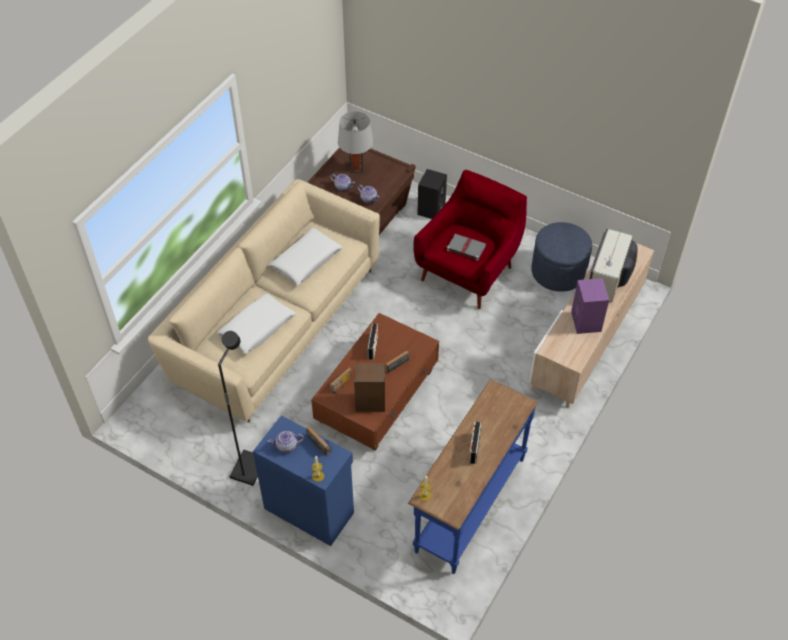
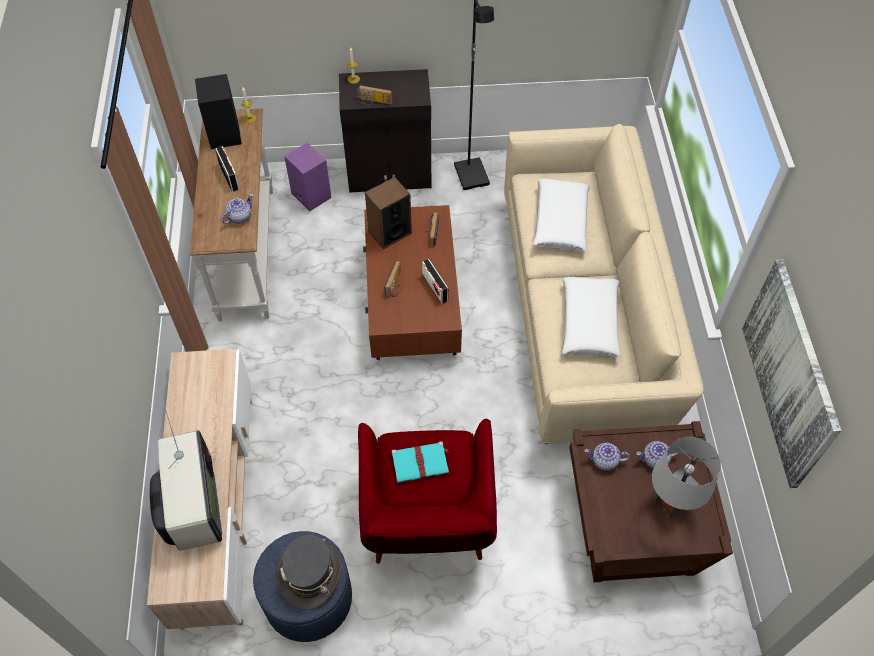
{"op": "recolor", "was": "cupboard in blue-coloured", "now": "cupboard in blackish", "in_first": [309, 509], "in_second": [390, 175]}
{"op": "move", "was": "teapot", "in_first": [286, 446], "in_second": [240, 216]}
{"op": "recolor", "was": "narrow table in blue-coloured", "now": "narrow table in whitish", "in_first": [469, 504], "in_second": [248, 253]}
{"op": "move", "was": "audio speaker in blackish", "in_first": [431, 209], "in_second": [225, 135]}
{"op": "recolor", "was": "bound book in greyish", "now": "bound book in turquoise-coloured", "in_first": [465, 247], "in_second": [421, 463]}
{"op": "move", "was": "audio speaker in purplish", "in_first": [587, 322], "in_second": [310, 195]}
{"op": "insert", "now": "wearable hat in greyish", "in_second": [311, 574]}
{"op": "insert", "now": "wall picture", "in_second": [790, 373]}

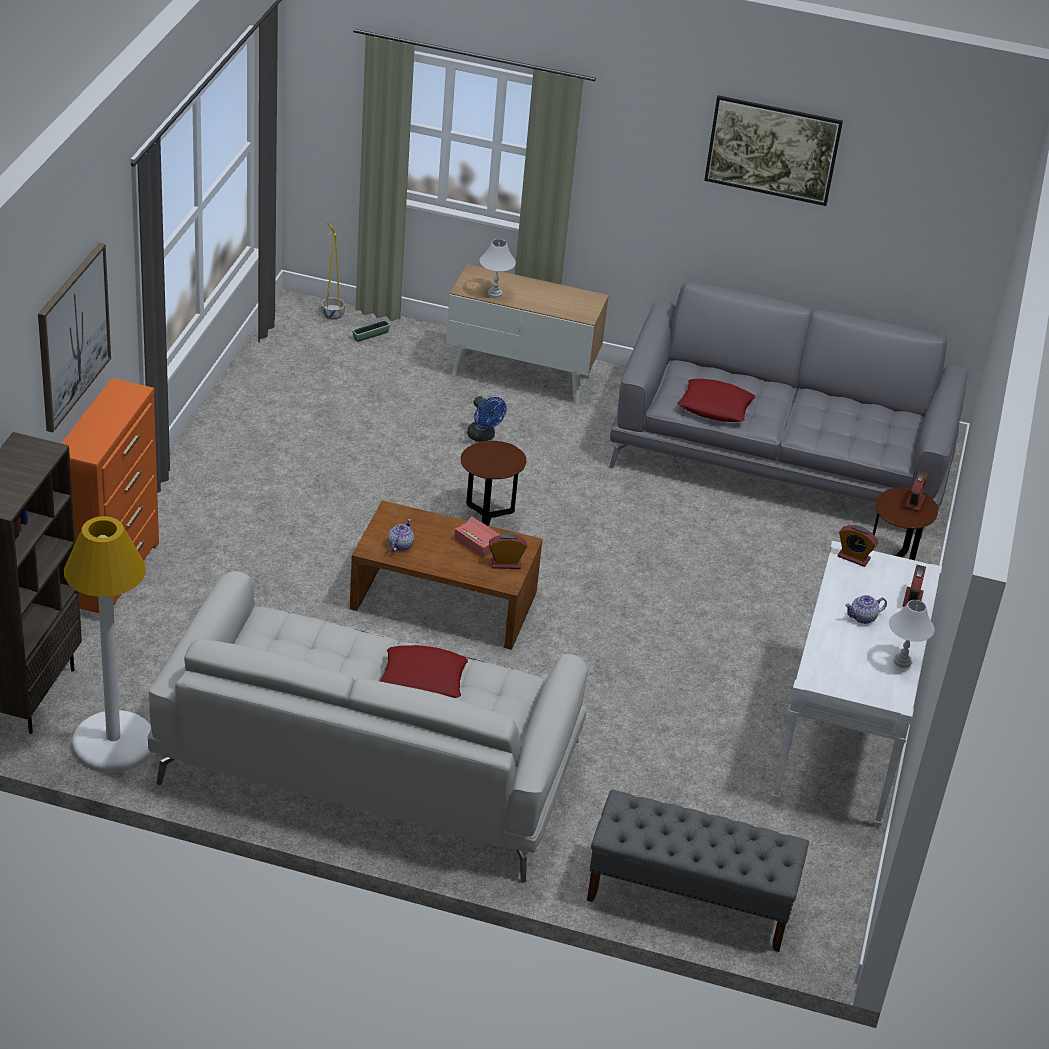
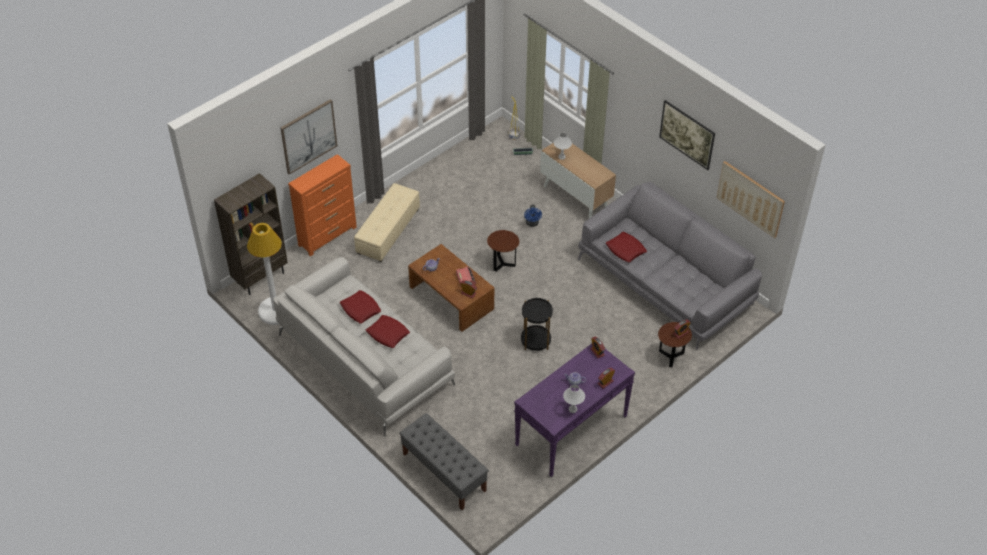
{"op": "recolor", "was": "narrow table in whitish", "now": "narrow table in purplish", "in_first": [843, 738], "in_second": [571, 431]}
{"op": "insert", "now": "pillow in red-coloured", "in_second": [360, 309]}
{"op": "insert", "now": "ottoman in beige-coloured", "in_second": [388, 231]}
{"op": "insert", "now": "accent table in blackish", "in_second": [535, 340]}
{"op": "insert", "now": "wall picture", "in_second": [750, 198]}

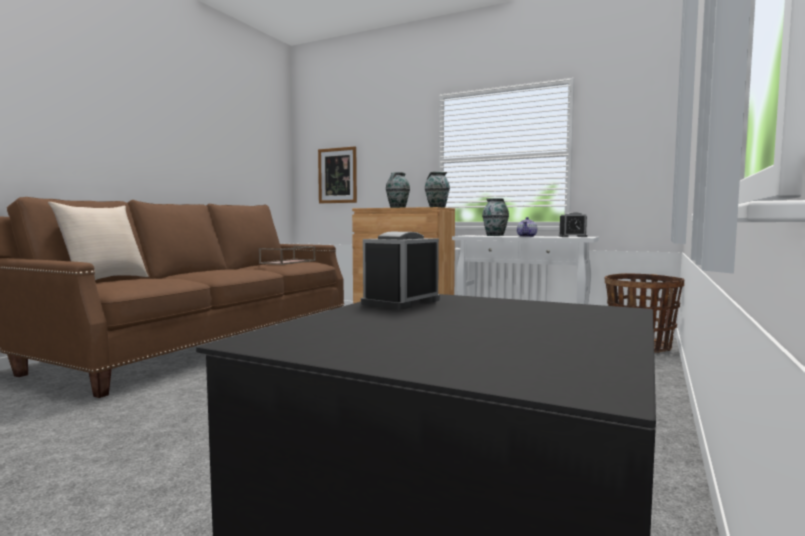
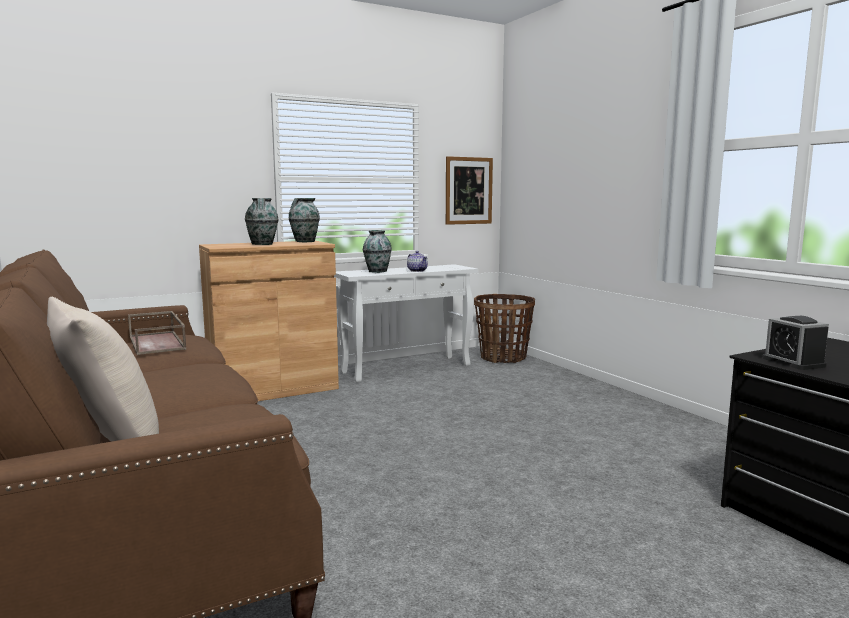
{"op": "move", "was": "wall picture", "in_first": [337, 175], "in_second": [468, 190]}
{"op": "delete", "was": "table clock", "in_first": [572, 236]}

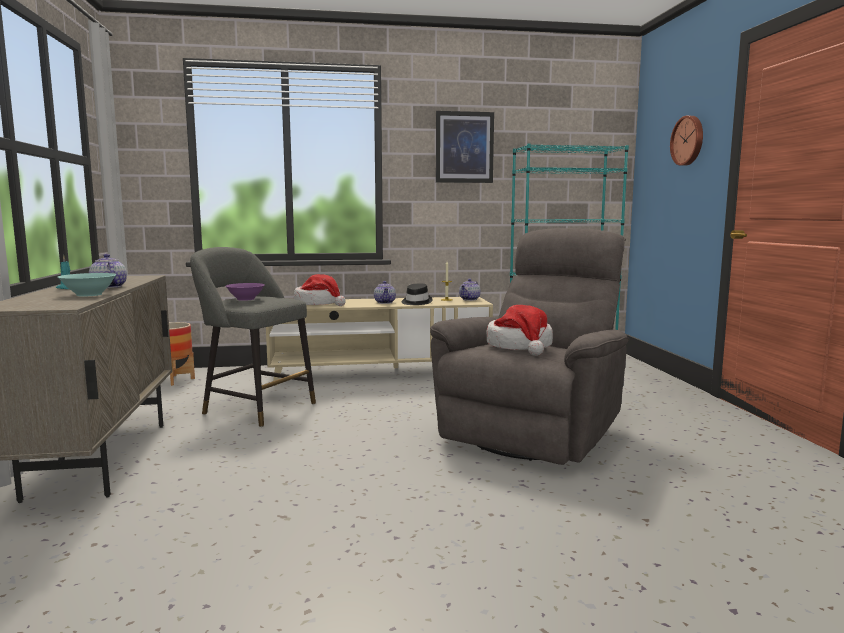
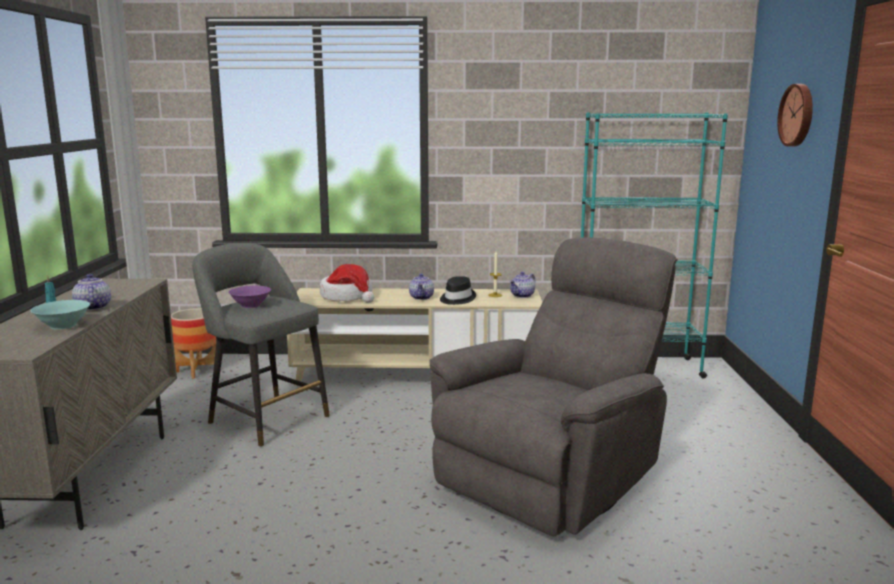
{"op": "delete", "was": "wall picture", "in_first": [464, 147]}
{"op": "delete", "was": "wearable hat", "in_first": [520, 346]}

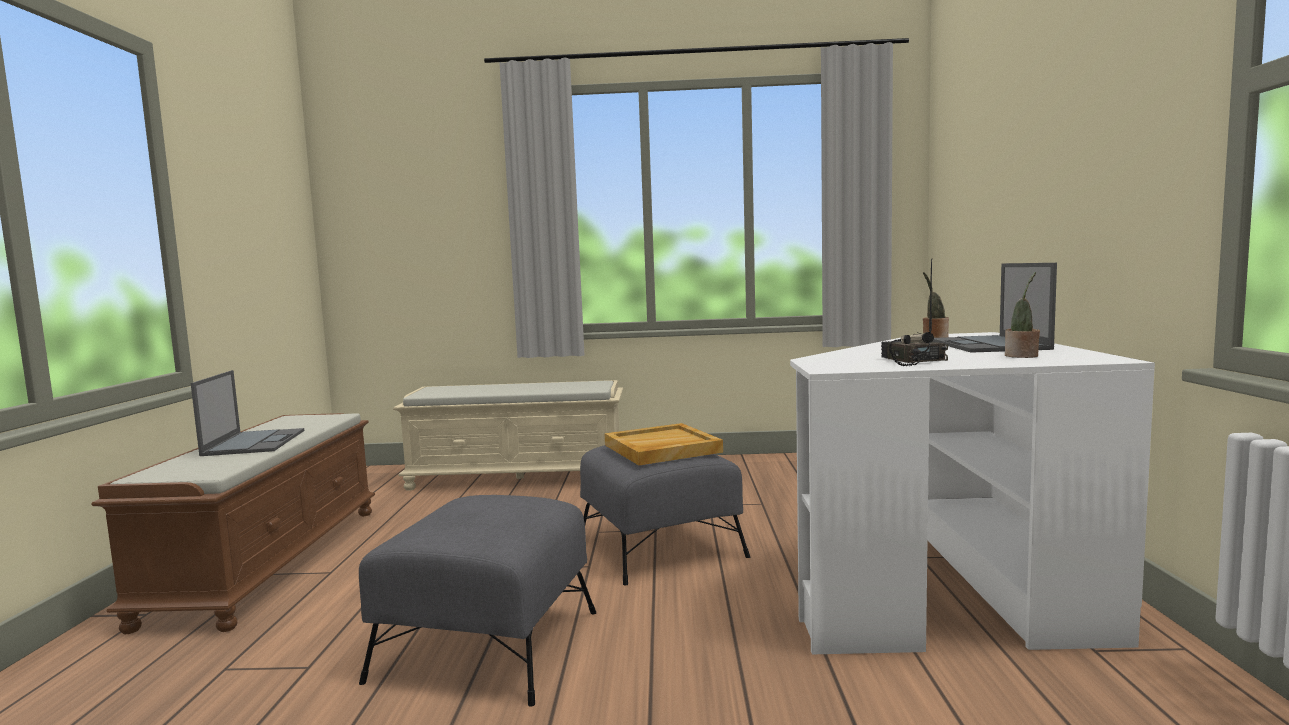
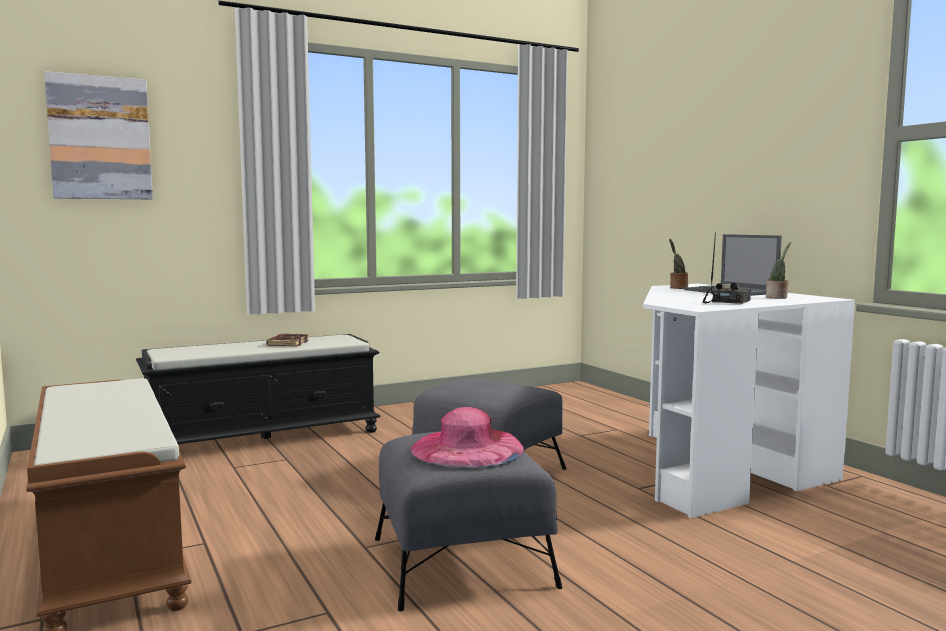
{"op": "delete", "was": "notebook computer", "in_first": [255, 442]}
{"op": "recolor", "was": "indoor bench in beige-coloured", "now": "indoor bench in blackish", "in_first": [520, 477], "in_second": [265, 437]}
{"op": "delete", "was": "tray in beige-coloured", "in_first": [661, 449]}
{"op": "rotate", "was": "radio", "in_first": [910, 361], "in_second": [726, 302], "clockwise": 75}
{"op": "insert", "now": "wall picture", "in_second": [100, 138]}
{"op": "insert", "now": "bound book in brown-coloured", "in_second": [287, 344]}
{"op": "insert", "now": "wearable hat in pink-coloured", "in_second": [467, 448]}

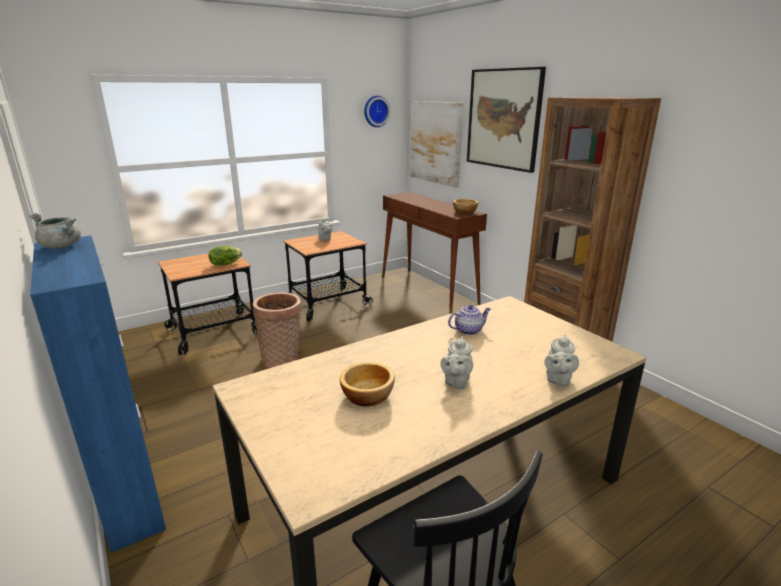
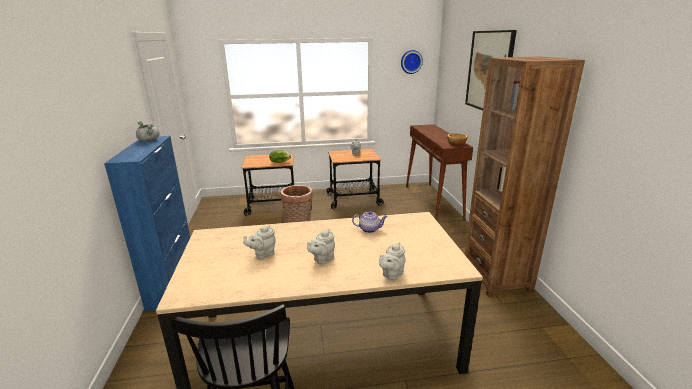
{"op": "replace", "was": "serving bowl", "now": "teapot in greyish", "in_first": [368, 395], "in_second": [263, 254]}
{"op": "delete", "was": "wall picture", "in_first": [436, 142]}

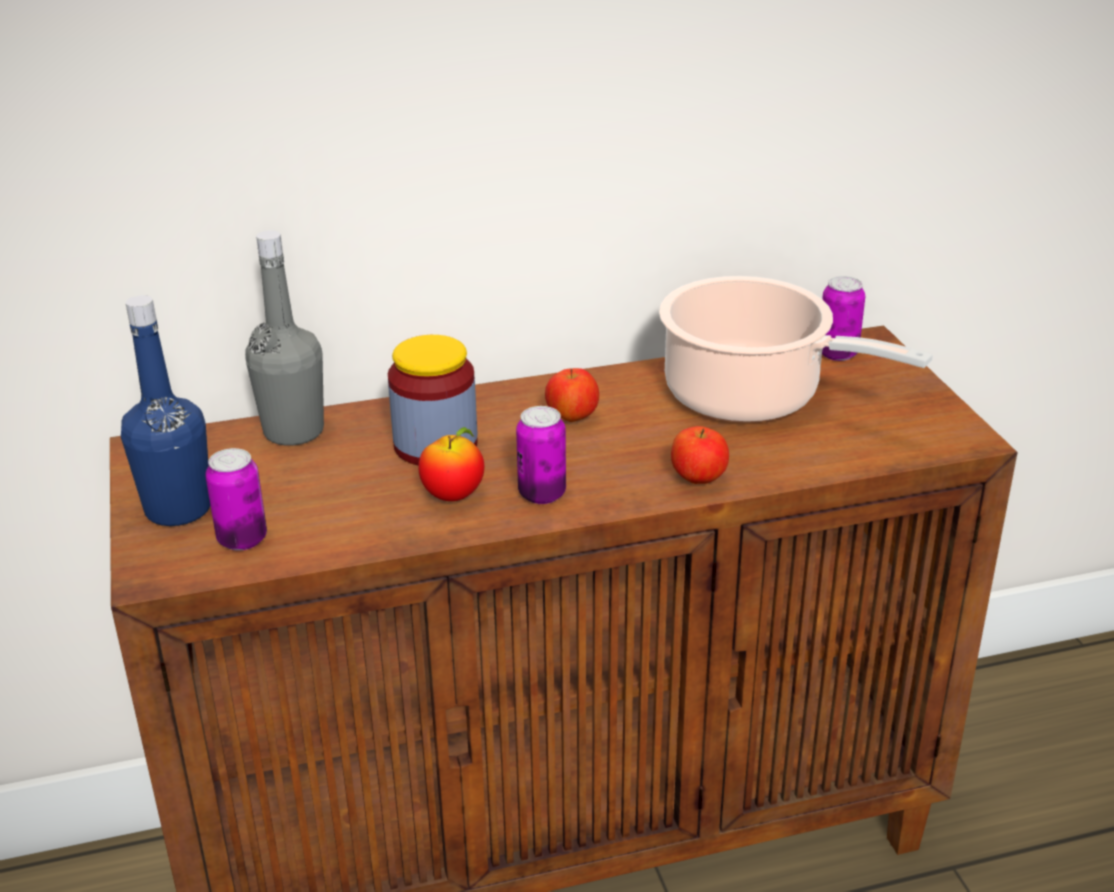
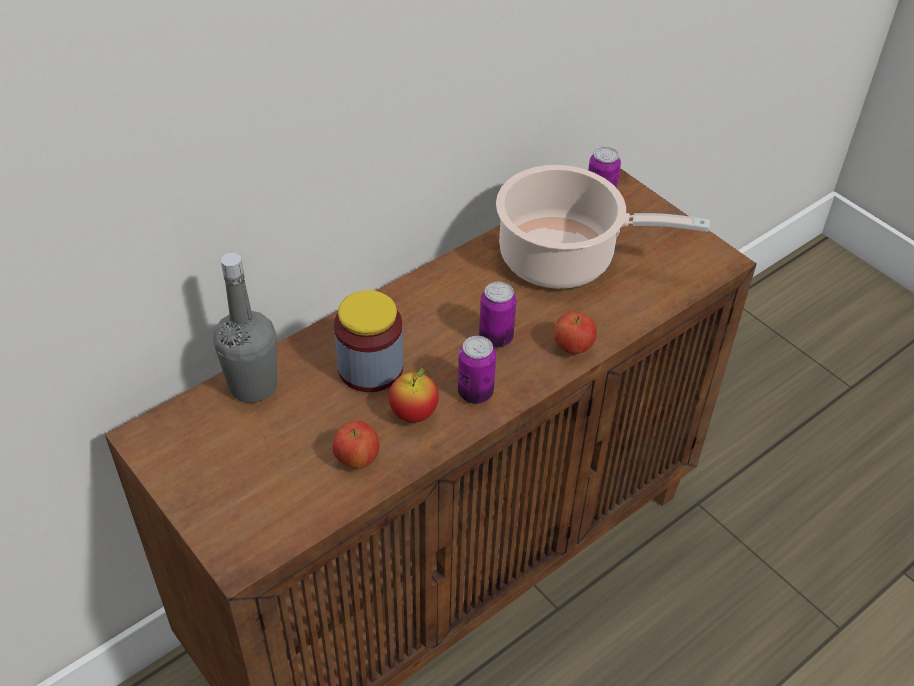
{"op": "delete", "was": "drink bottle in blue-coloured", "in_first": [178, 509]}
{"op": "move", "was": "metal can", "in_first": [242, 539], "in_second": [496, 338]}
{"op": "move", "was": "apple", "in_first": [572, 418], "in_second": [357, 459]}

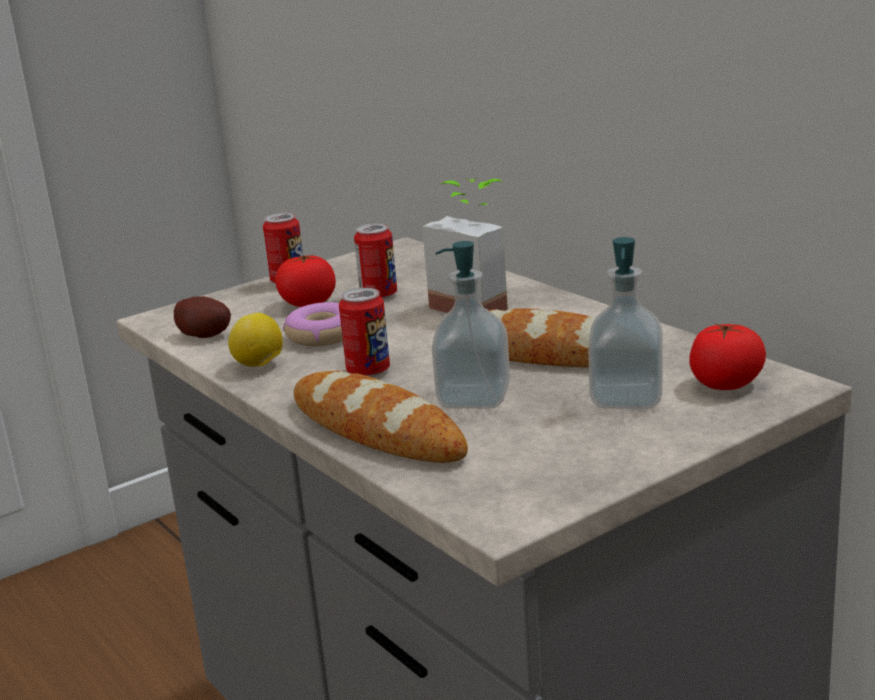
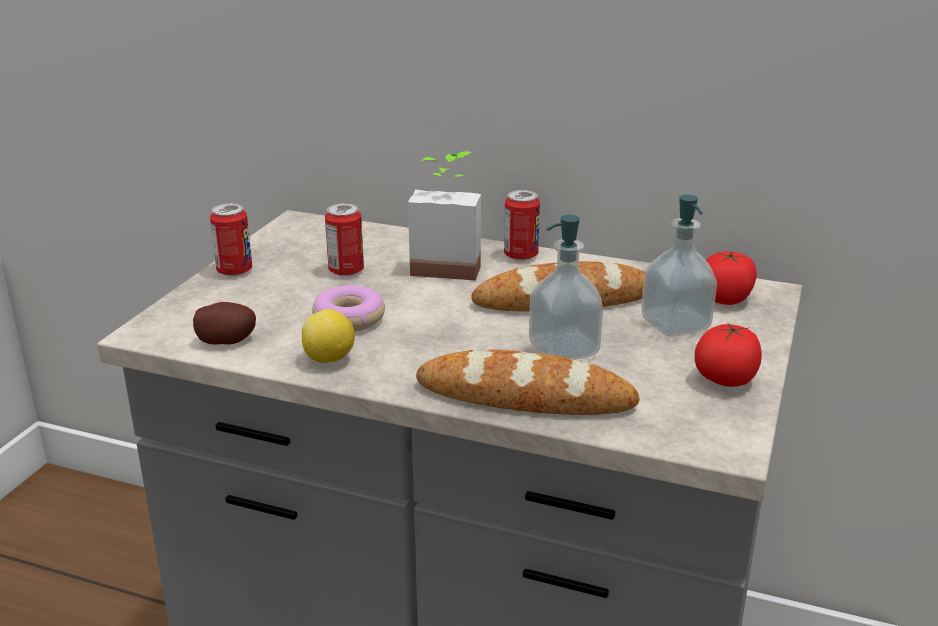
{"op": "move", "was": "fresh tomato", "in_first": [308, 303], "in_second": [725, 379]}
{"op": "move", "was": "metal can", "in_first": [368, 371], "in_second": [521, 256]}

